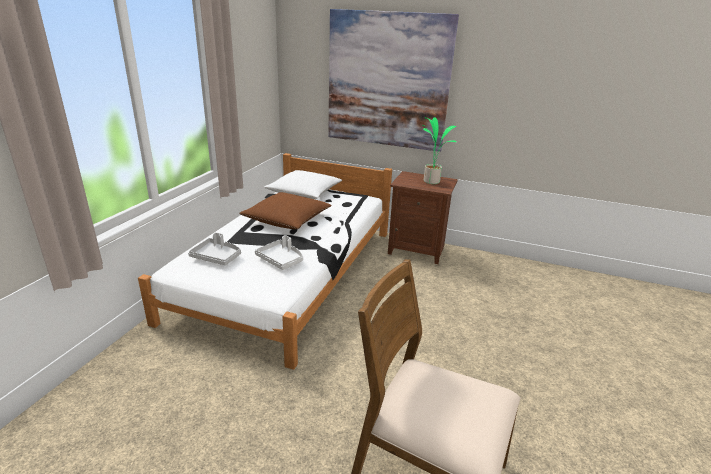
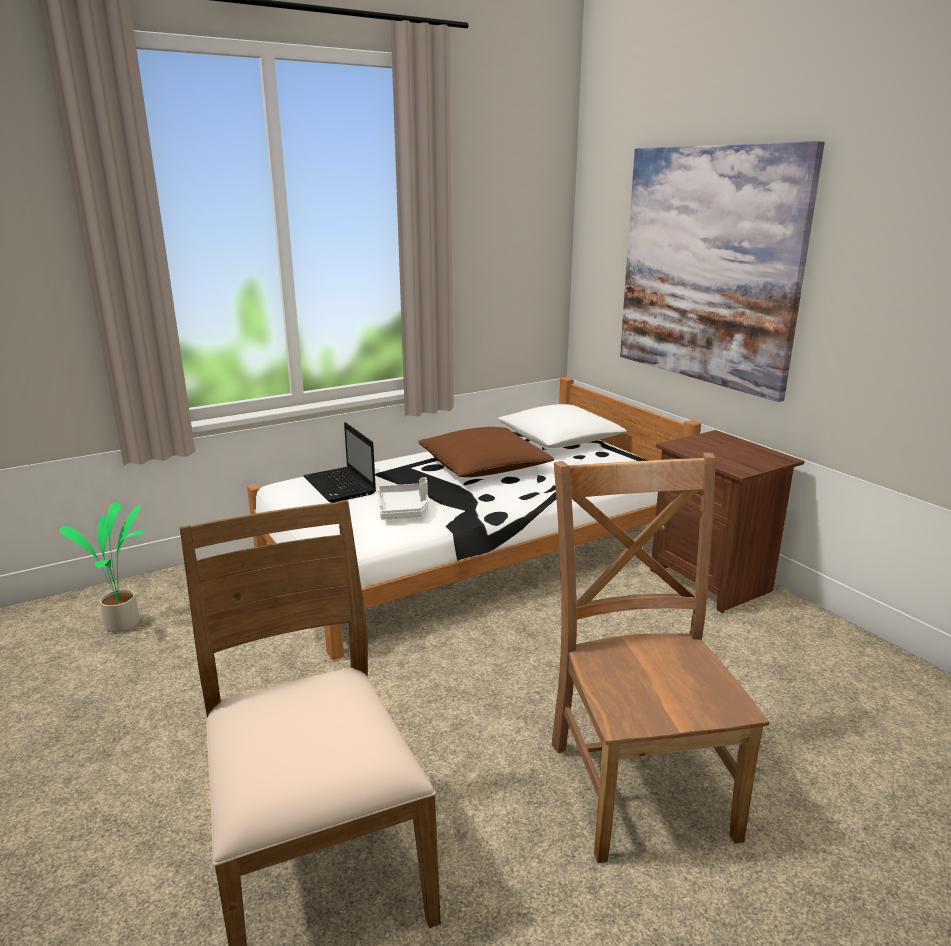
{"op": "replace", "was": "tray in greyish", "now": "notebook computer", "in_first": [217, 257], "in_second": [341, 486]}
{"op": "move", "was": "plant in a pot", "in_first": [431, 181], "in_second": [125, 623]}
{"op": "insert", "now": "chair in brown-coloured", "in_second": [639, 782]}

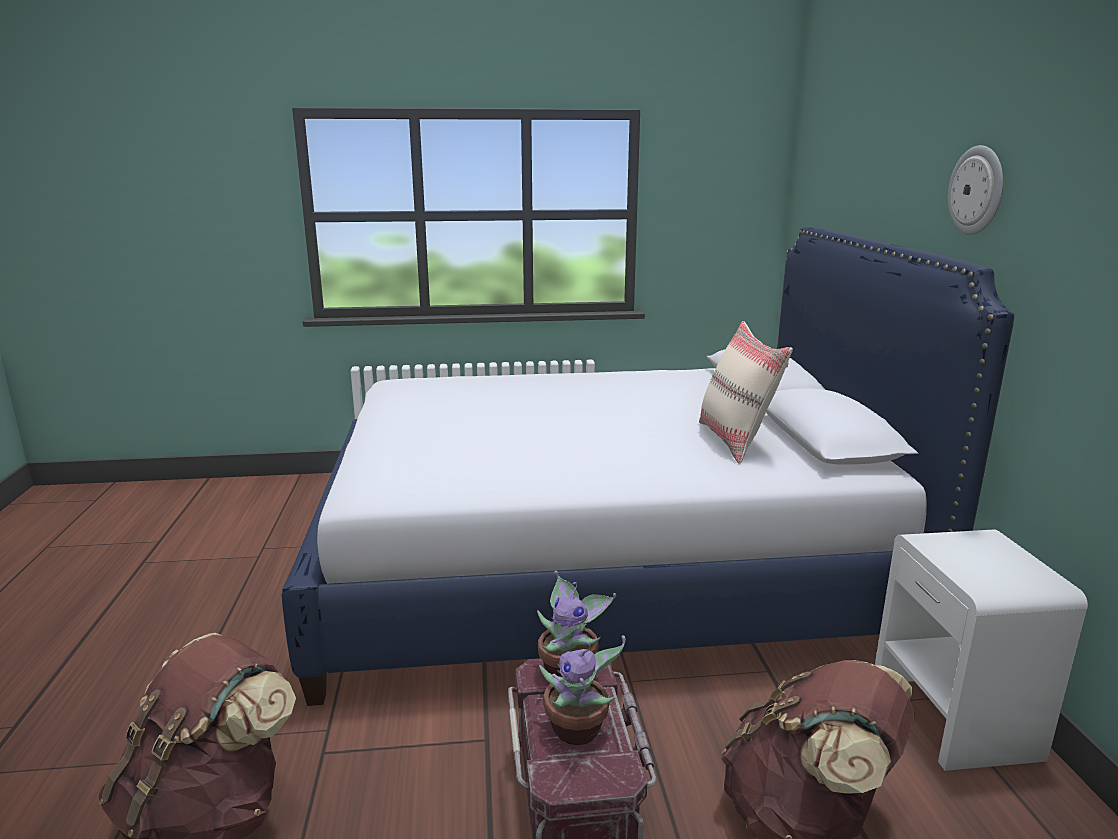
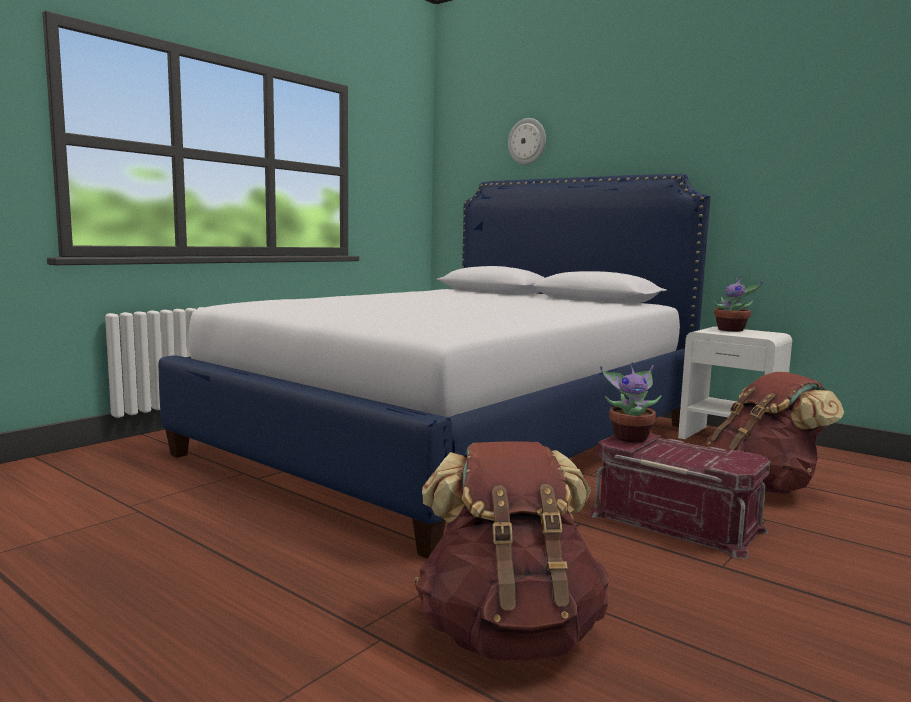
{"op": "move", "was": "plant in a pot", "in_first": [578, 731], "in_second": [732, 330]}
{"op": "delete", "was": "pillow in beige-coloured", "in_first": [736, 441]}
{"op": "move", "was": "clock on the wall", "in_first": [977, 190], "in_second": [527, 141]}

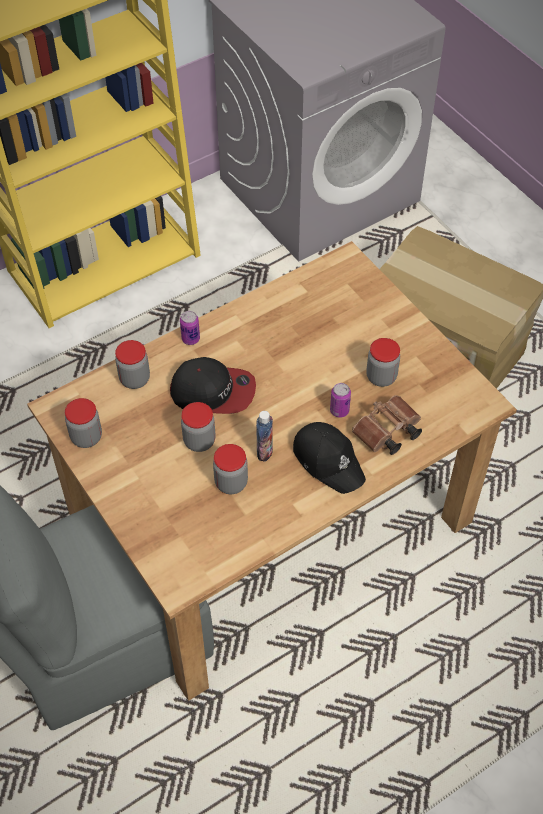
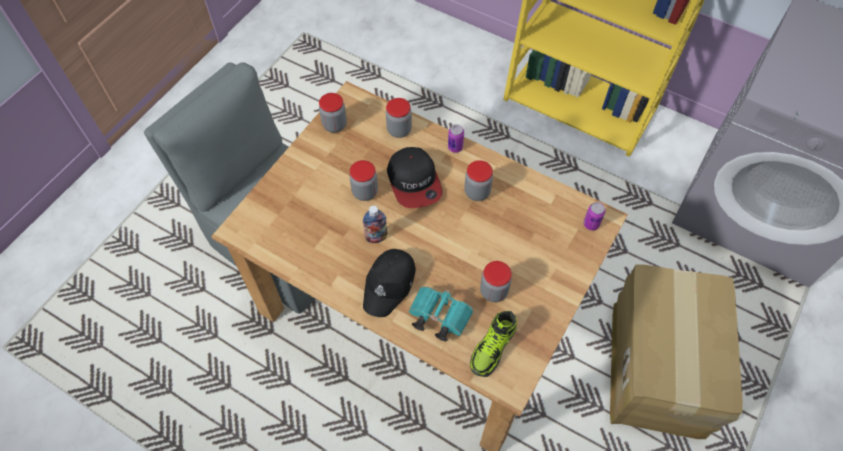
{"op": "move", "was": "jar", "in_first": [231, 483], "in_second": [477, 192]}
{"op": "move", "was": "metal can", "in_first": [339, 411], "in_second": [591, 224]}
{"op": "recolor", "was": "pair of binoculars in brown-coloured", "now": "pair of binoculars in turquoise-coloured", "in_first": [386, 434], "in_second": [437, 317]}
{"op": "insert", "now": "item of footwear", "in_second": [493, 348]}

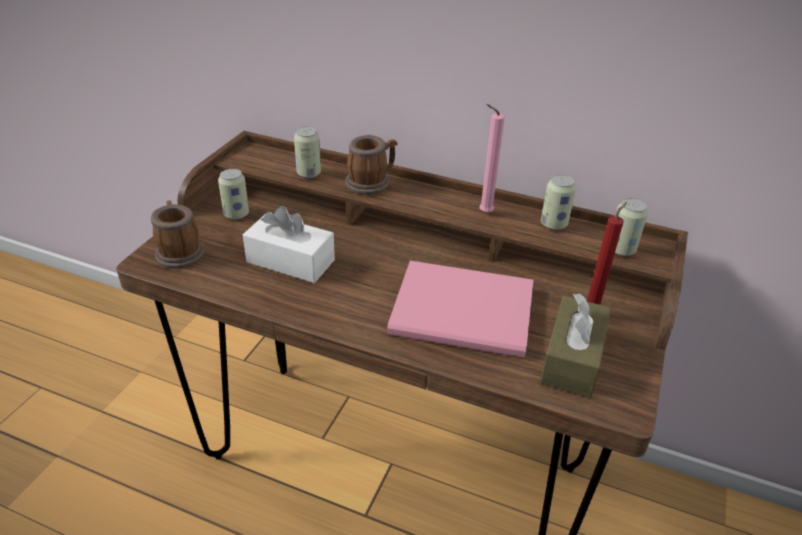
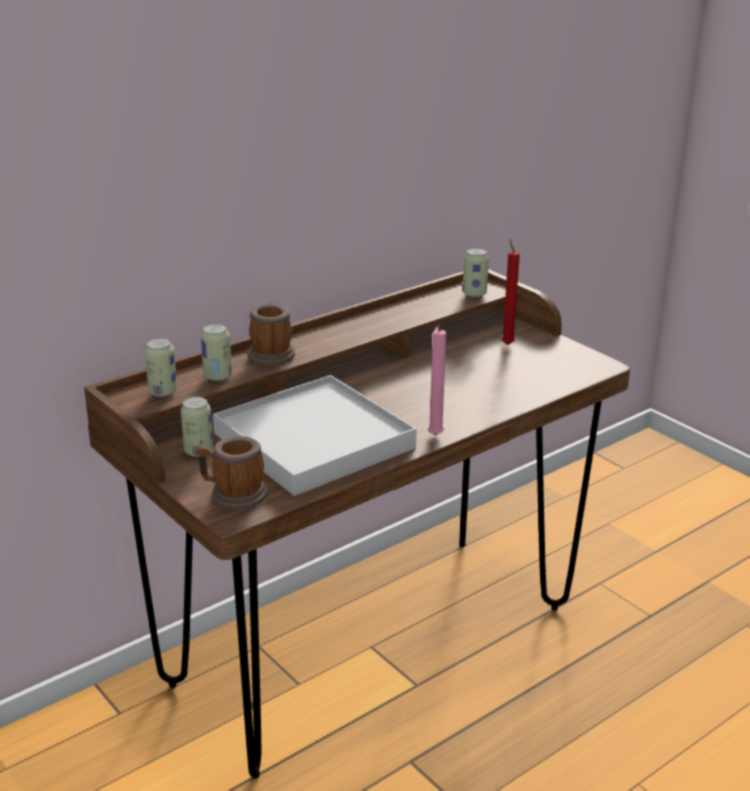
{"op": "replace", "was": "tissue box in whitish", "now": "tray in whitish", "in_first": [290, 261], "in_second": [314, 440]}
{"op": "delete", "was": "bound book in pink-coloured", "in_first": [466, 315]}
{"op": "move", "was": "candle in pink-coloured", "in_first": [483, 213], "in_second": [434, 436]}
{"op": "delete", "was": "tissue box in brown-coloured", "in_first": [572, 359]}
{"op": "move", "was": "metal can", "in_first": [553, 224], "in_second": [163, 392]}

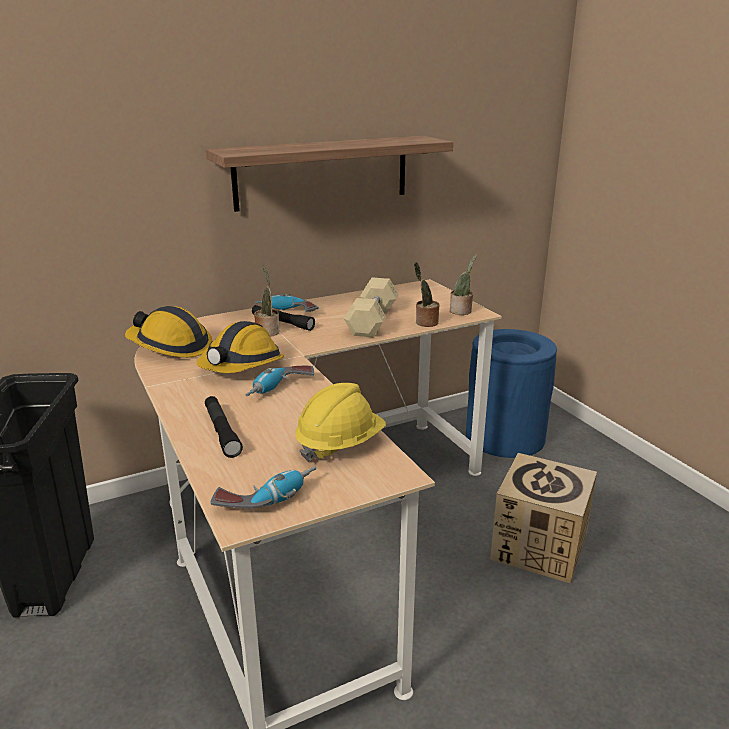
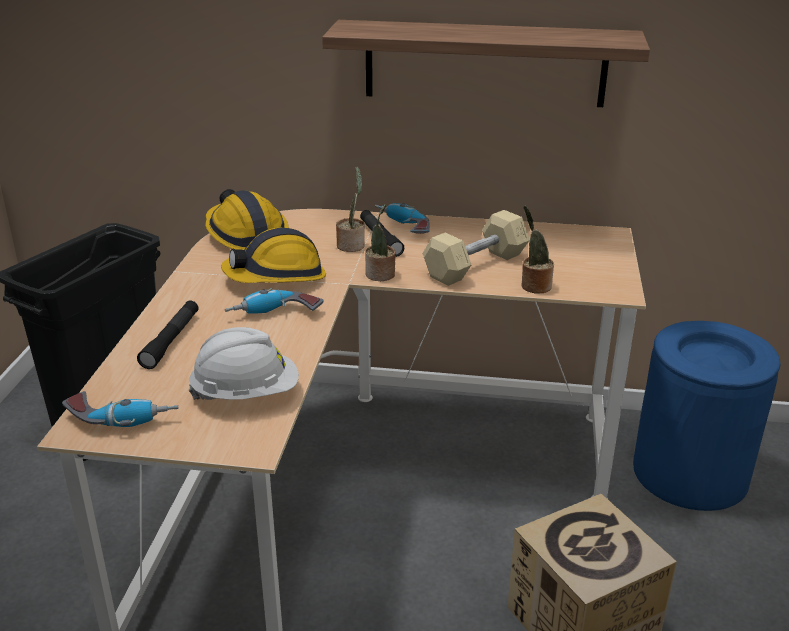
{"op": "recolor", "was": "safety helmet in yellow-coloured", "now": "safety helmet in whitish", "in_first": [340, 444], "in_second": [246, 394]}
{"op": "move", "was": "plant in a pot", "in_first": [461, 311], "in_second": [380, 275]}

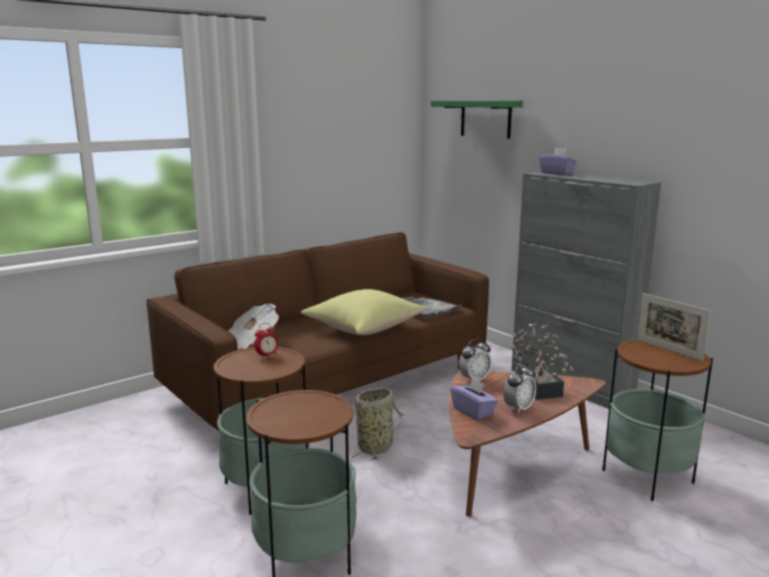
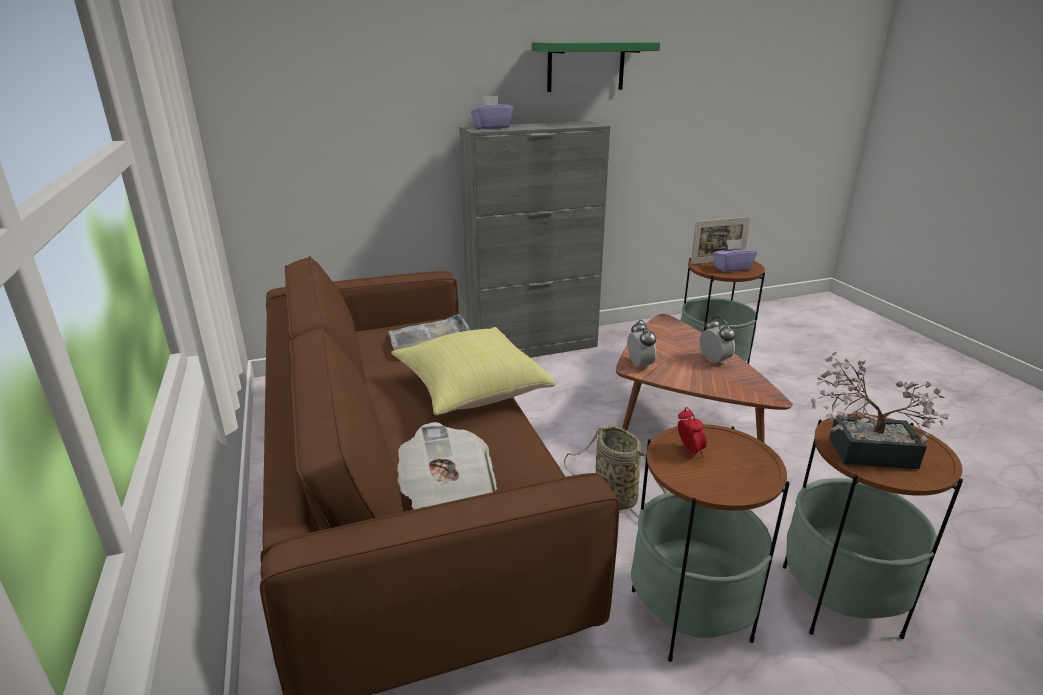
{"op": "move", "was": "wall shelf in greenish", "in_first": [485, 118], "in_second": [586, 66]}
{"op": "move", "was": "tissue box in purplish", "in_first": [473, 412], "in_second": [731, 268]}
{"op": "move", "was": "plant in a pot", "in_first": [538, 386], "in_second": [861, 451]}

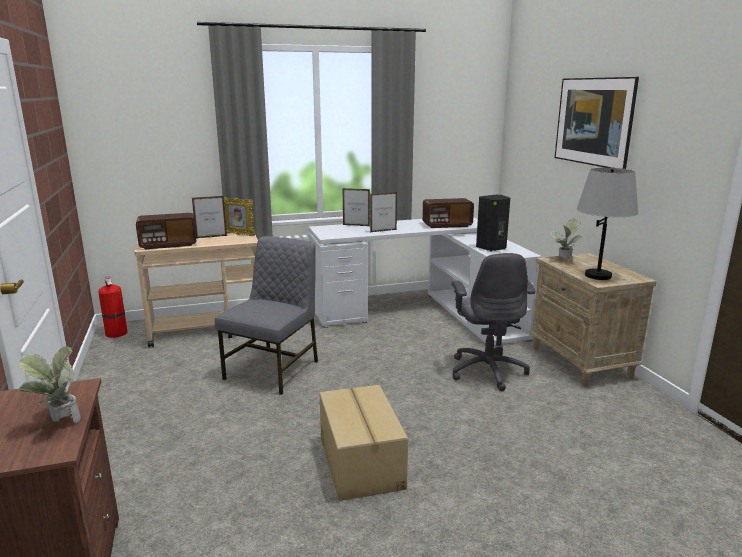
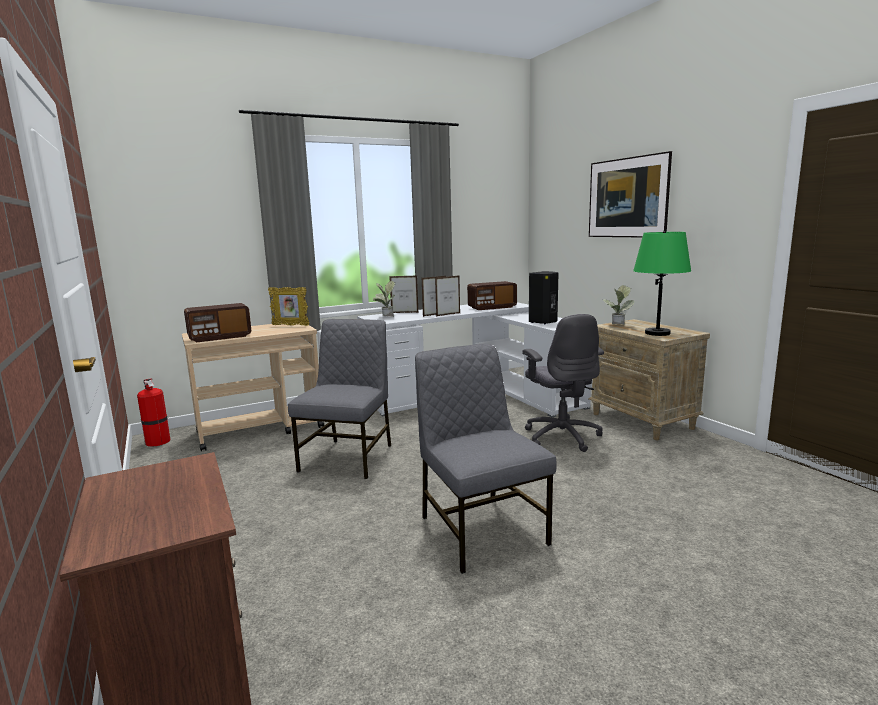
{"op": "move", "was": "plant in a pot", "in_first": [59, 423], "in_second": [385, 317]}
{"op": "move", "was": "standing frame", "in_first": [211, 237], "in_second": [448, 314]}
{"op": "replace", "was": "packing box", "now": "chair in greyish", "in_first": [362, 462], "in_second": [480, 529]}
{"op": "recolor", "was": "table lamp in greyish", "now": "table lamp in greenish", "in_first": [598, 275], "in_second": [657, 333]}

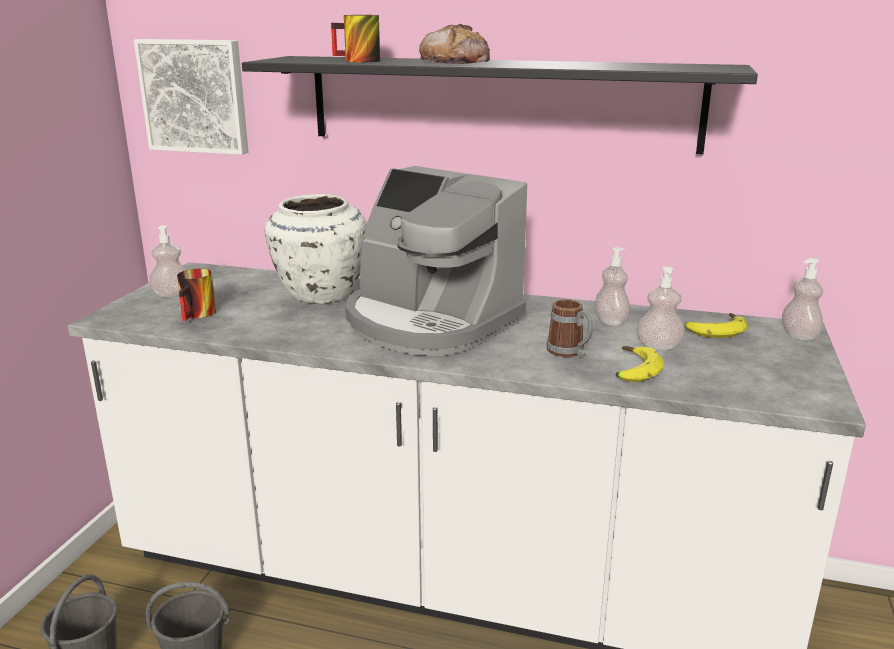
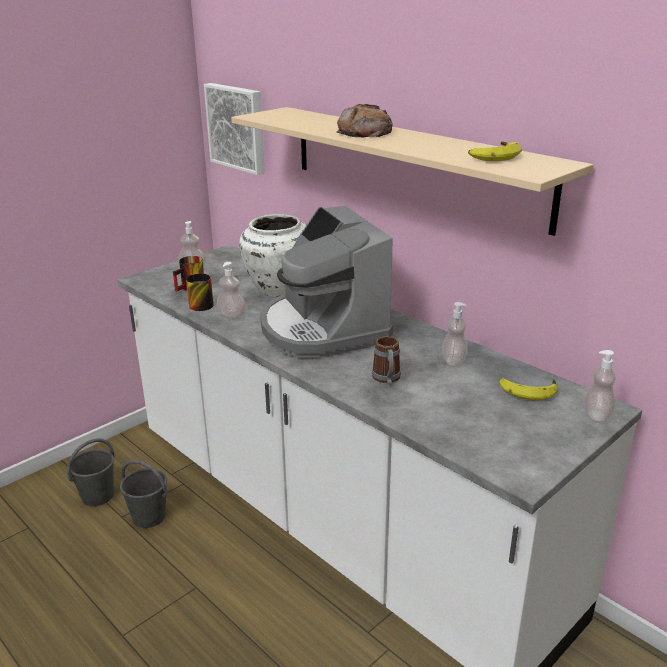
{"op": "recolor", "was": "wall shelf in blackish", "now": "wall shelf in beige-coloured", "in_first": [500, 102], "in_second": [412, 164]}
{"op": "move", "was": "mug", "in_first": [355, 61], "in_second": [197, 304]}
{"op": "move", "was": "banana fruit", "in_first": [631, 371], "in_second": [492, 157]}
{"op": "move", "was": "soap bottle", "in_first": [658, 346], "in_second": [232, 315]}

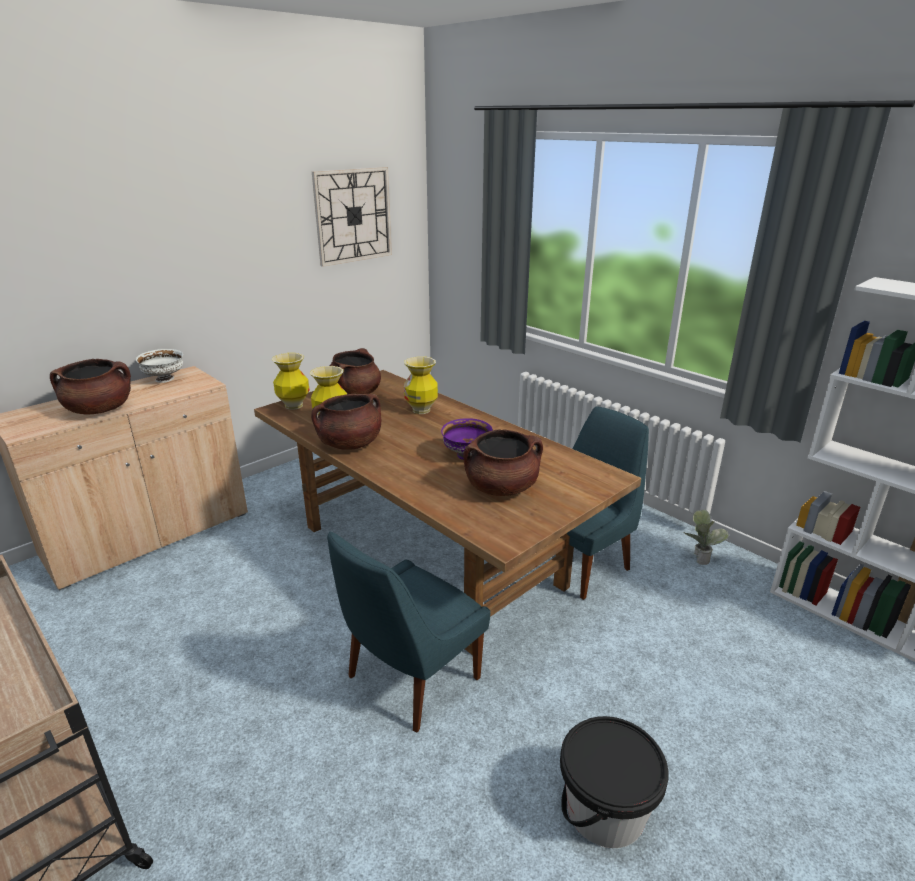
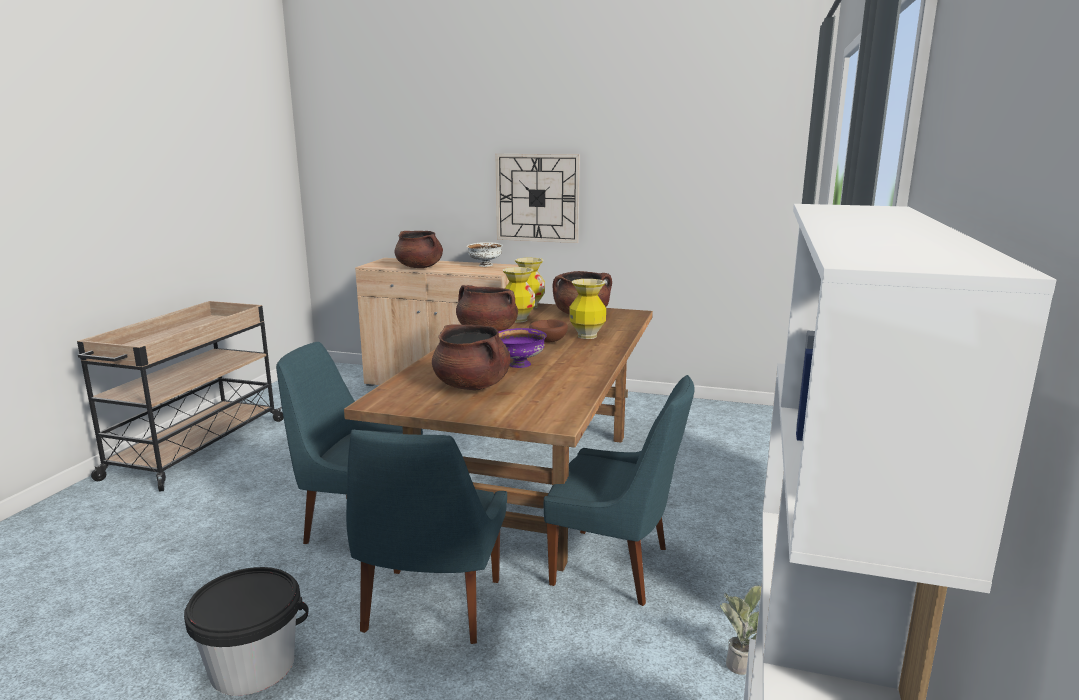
{"op": "move", "was": "clock on the wall", "in_first": [353, 216], "in_second": [537, 198]}
{"op": "insert", "now": "chair in blue-coloured", "in_second": [431, 609]}
{"op": "insert", "now": "serving bowl in brown-coloured", "in_second": [548, 341]}

